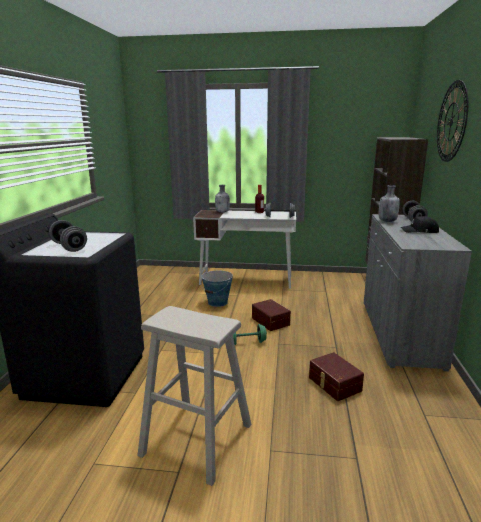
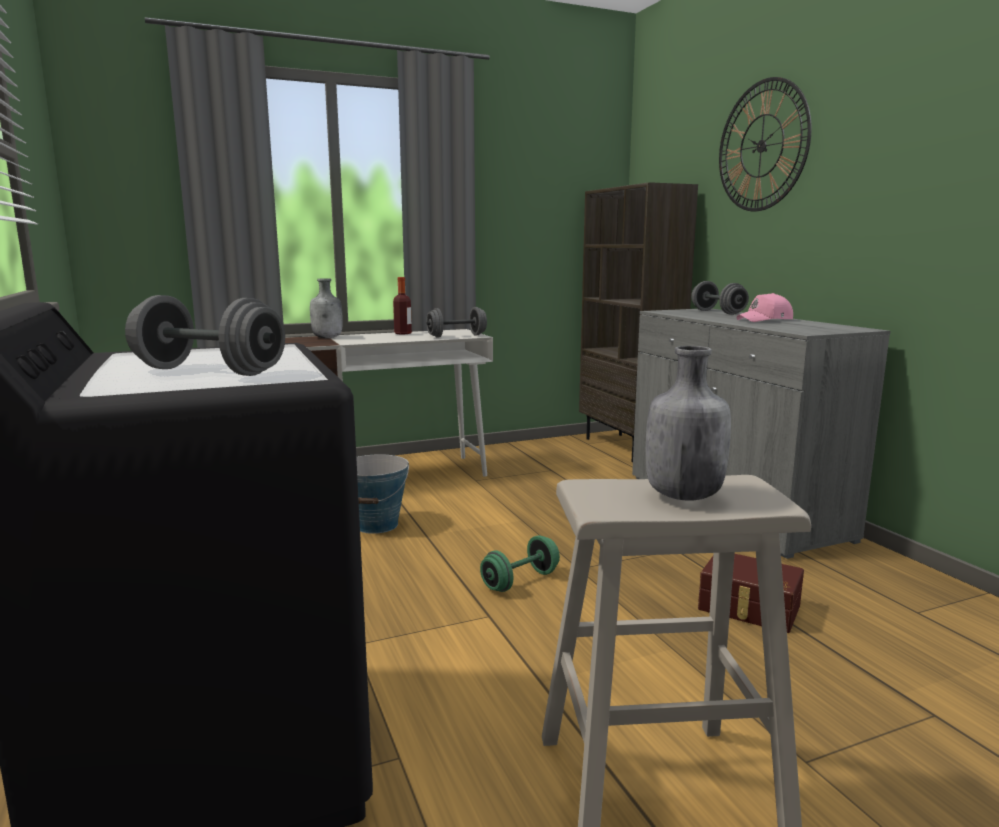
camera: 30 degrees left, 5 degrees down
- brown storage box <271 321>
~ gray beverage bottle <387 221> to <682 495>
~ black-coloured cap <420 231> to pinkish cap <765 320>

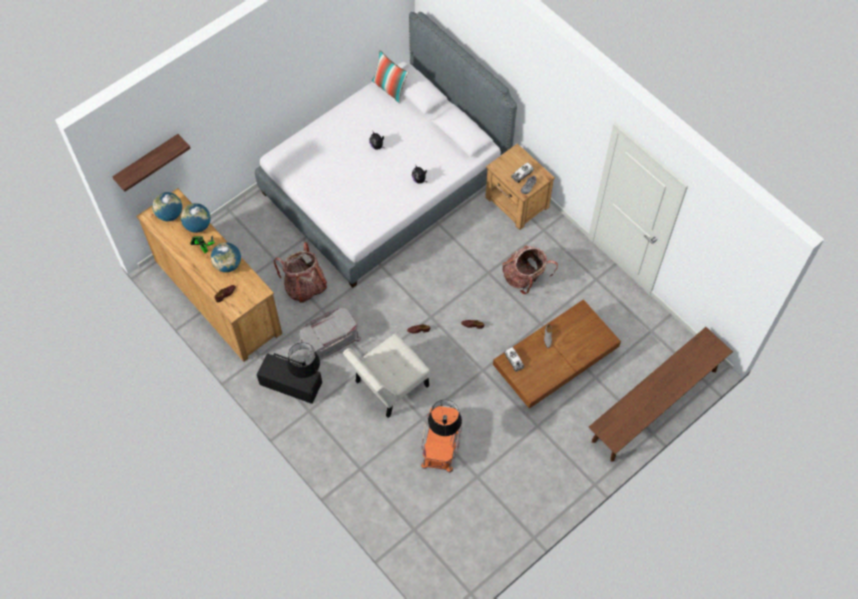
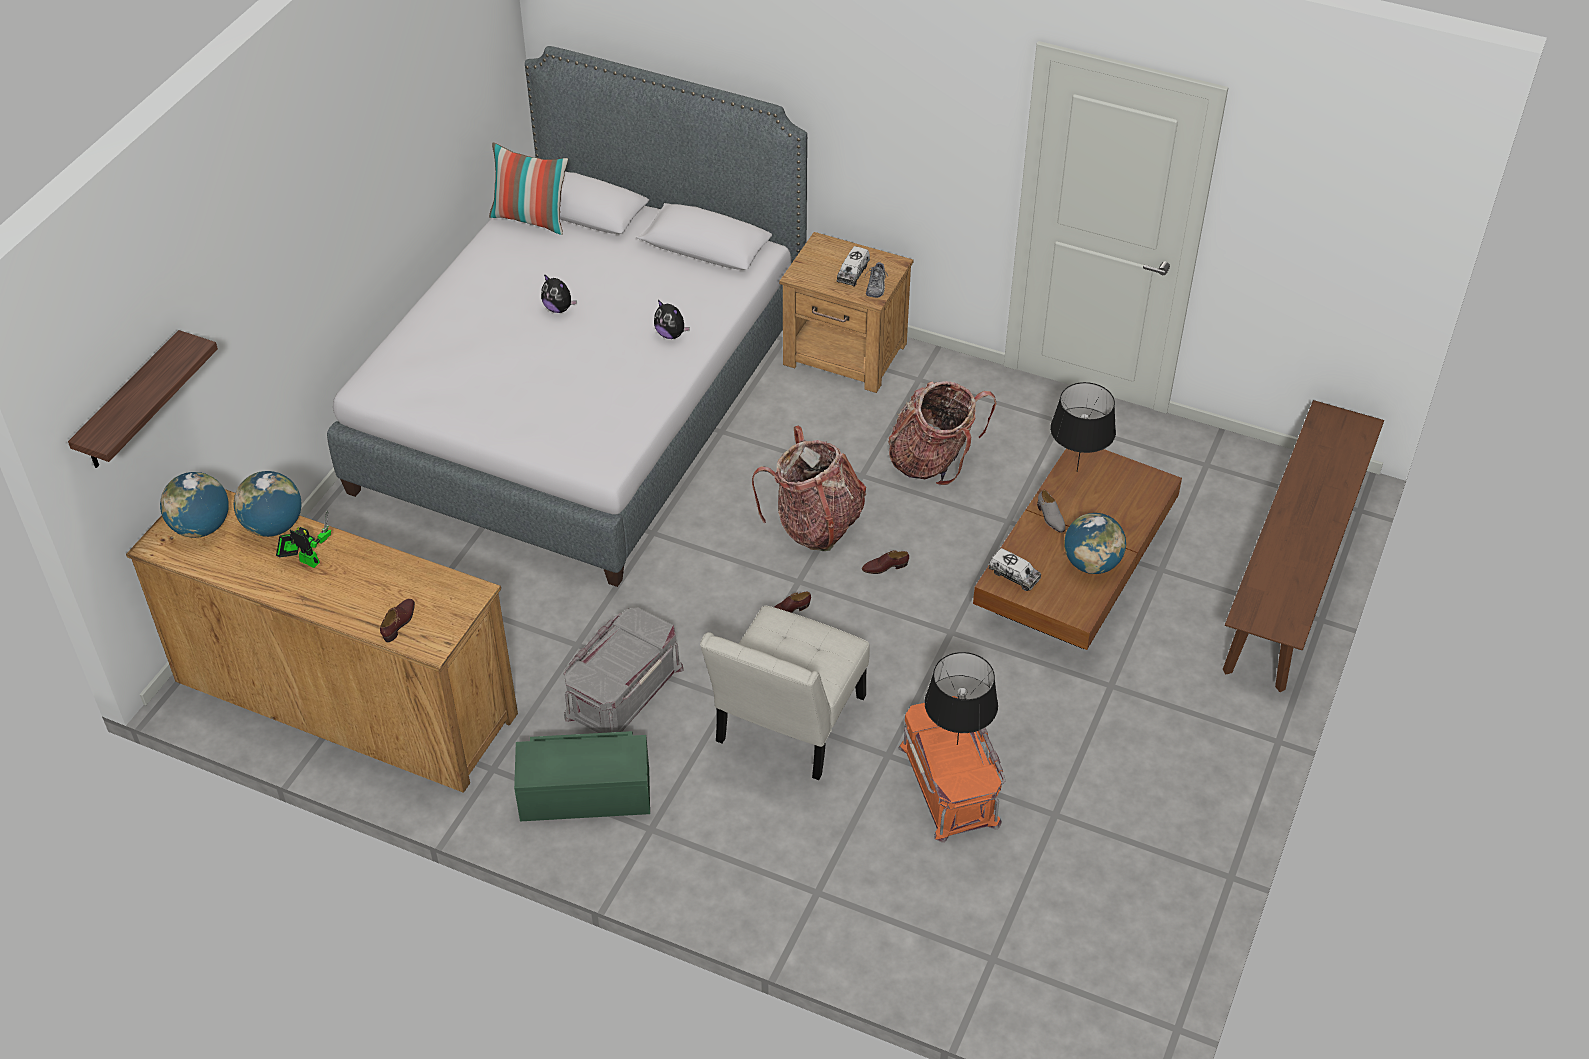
camera: 25 degrees left, 15 degrees down
~ globe <228 264> to <1091 564>
~ knapsack <305 286> to <815 524>
~ black-coloured lamp for a table <306 375> to <1076 471>
~ black-coloured storage box <291 383> to green-coloured storage box <585 793>

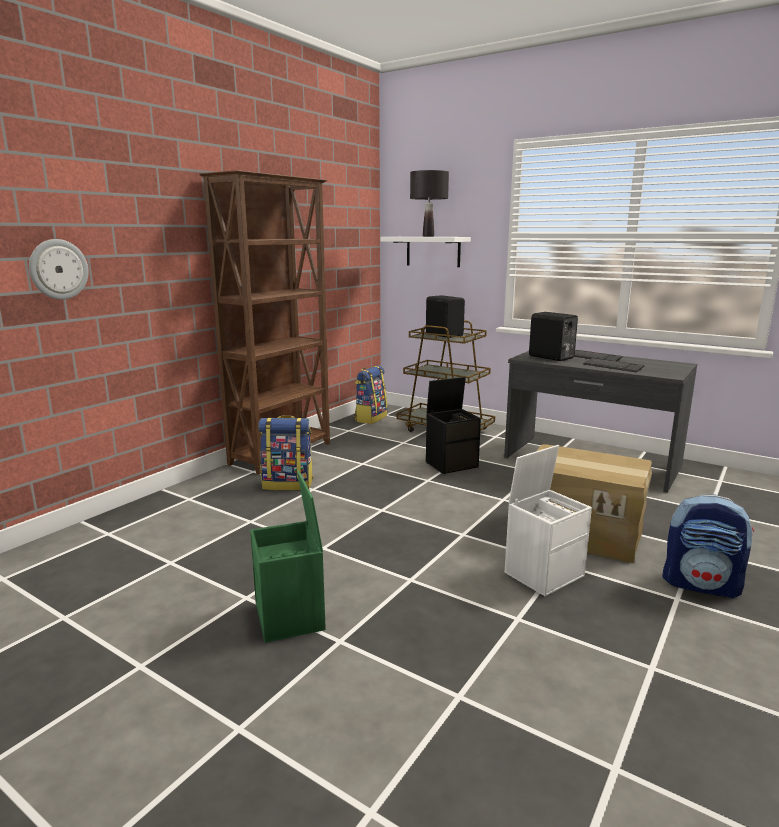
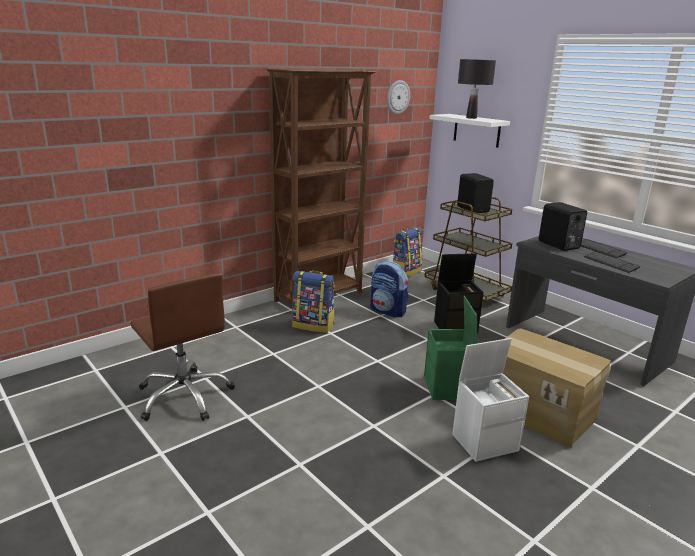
camera: 15 degrees right, 5 degrees up
+ brown computer chair <185 396>
~ clock on the wall <58 269> to <397 97>
~ green-coloured storage box <291 616> to <447 388>
~ knapsack <701 585> to <388 311>

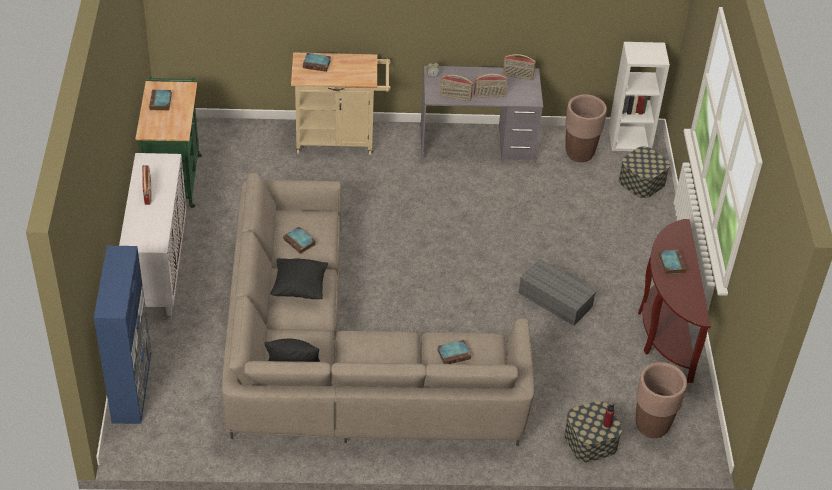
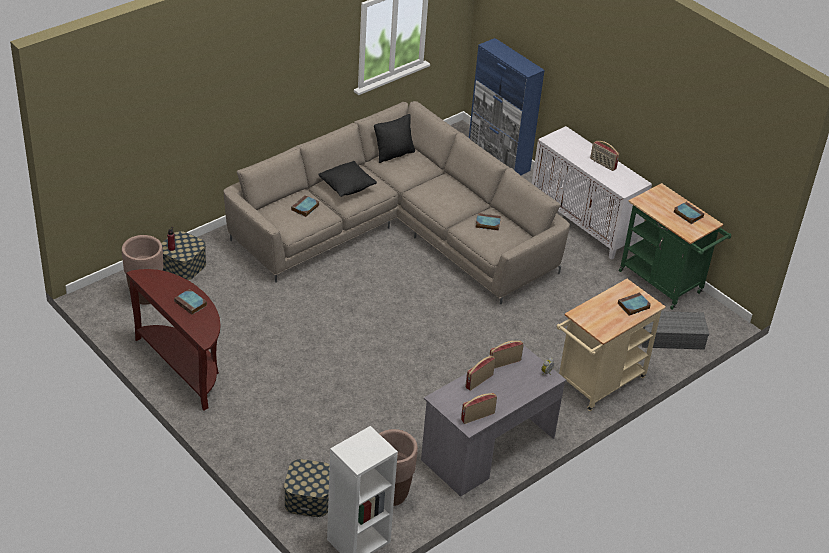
camera: 140 degrees right, 5 degrees down
~ black-coloured throw pillow <299 288> to <347 188>
~ gray storage box <554 299> to <671 337>

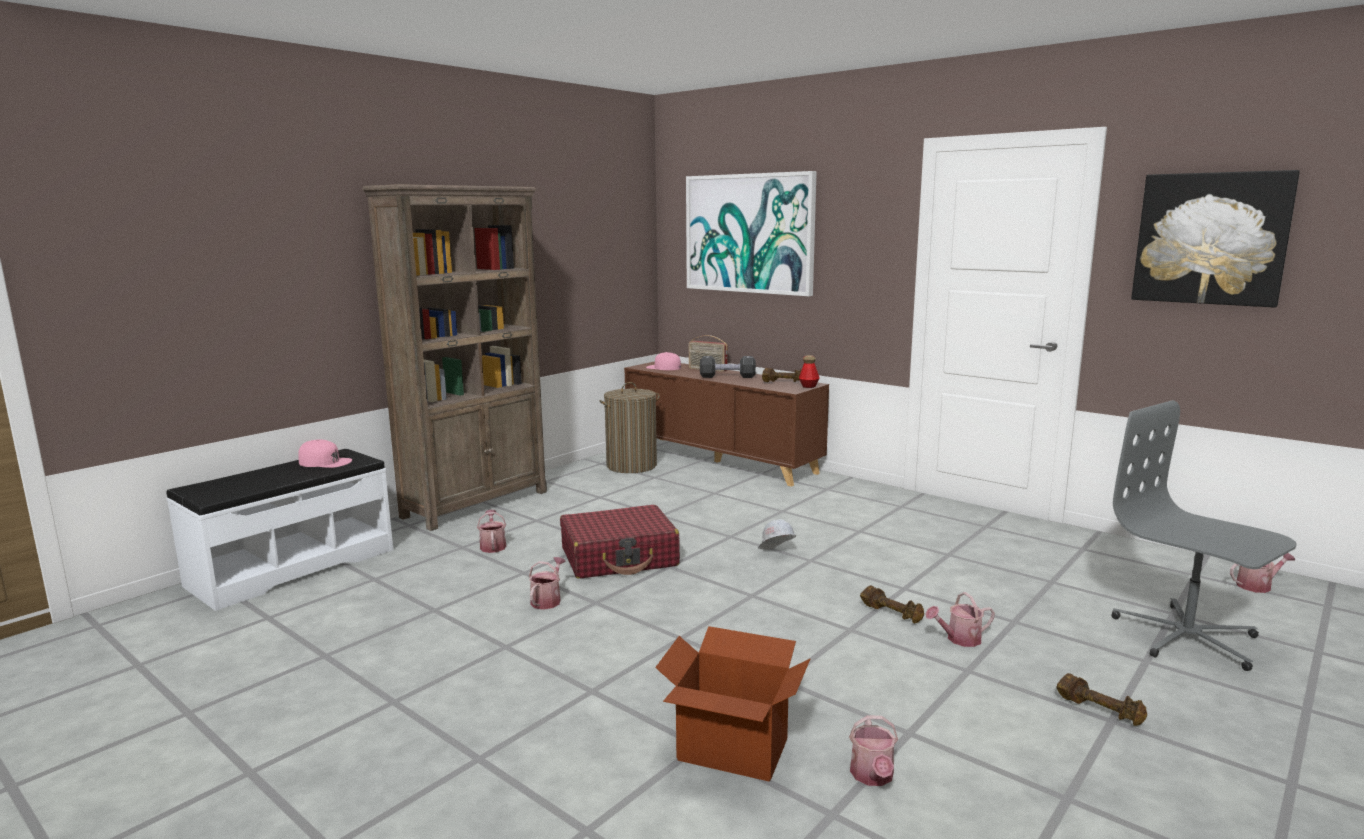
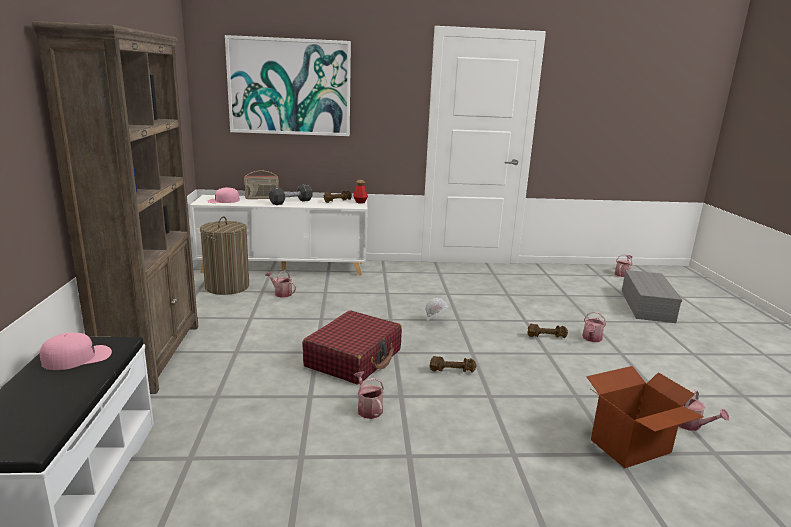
camera: 45 degrees left, 5 degrees up
- wall art <1211 238>
~ sprinkling can <493 546> to <281 293>
~ brown hand weight <1100 710> to <452 371>
~ gray computer chair <1186 637> to gray storage box <645 305>
~ brown cabinet <721 460> to white cabinet <285 267>

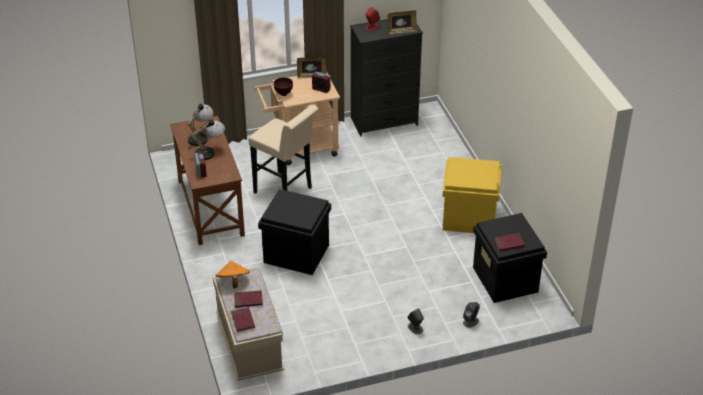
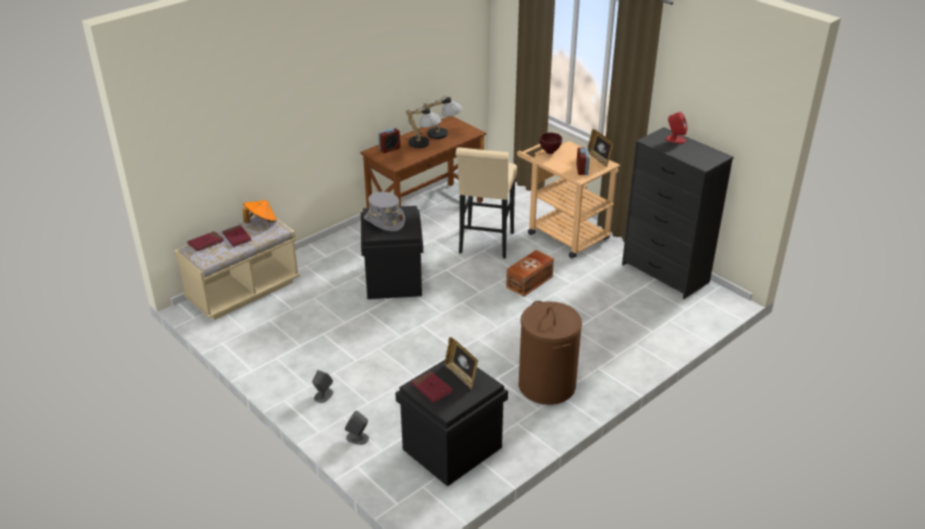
camera: 65 degrees right, 5 degrees down
+ gray clothing hat <384 221>
+ brown storage box <530 282>
~ picture frame <401 31> to <461 375>
~ yellow-coloured storage box <468 217> to brown hamper <546 385>

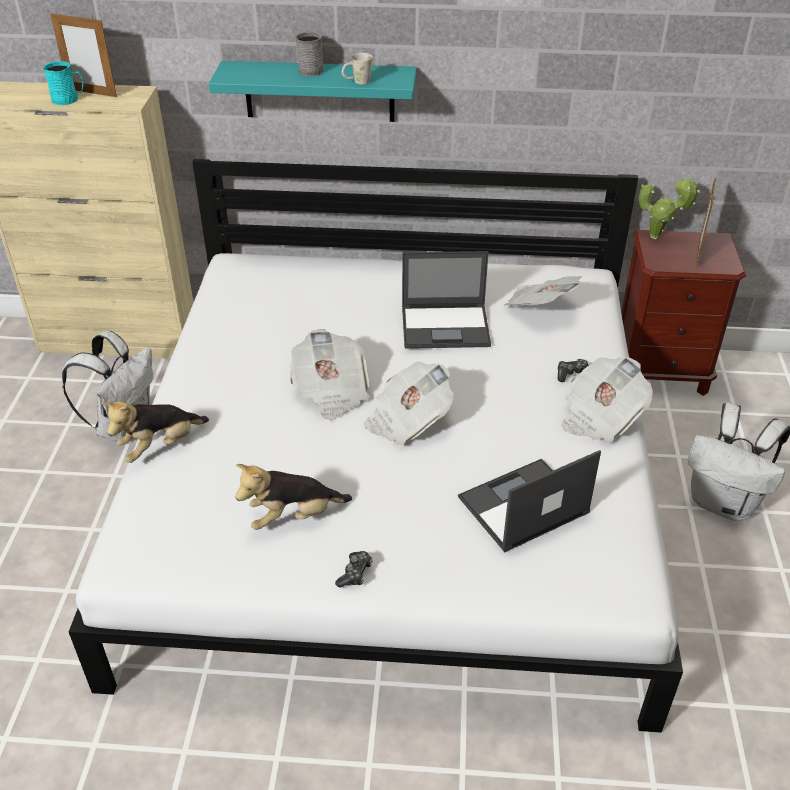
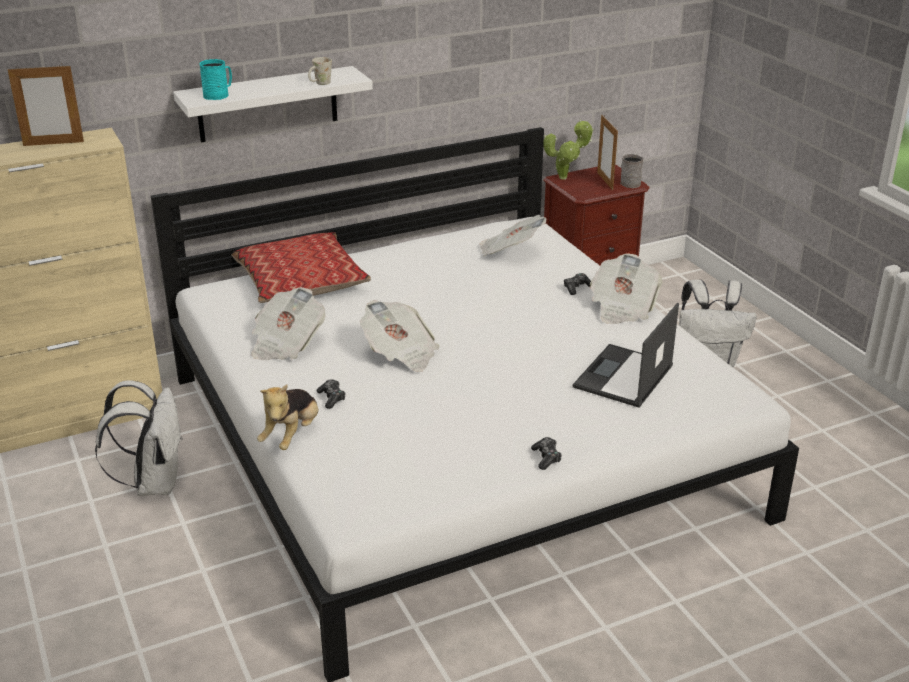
camera: 30 degrees left, 10 degrees down
- plush toy <293 517>
- laptop <446 326>
+ throw pillow <300 281>
+ game controller <332 398>
~ turquoise-coloured tea mug <69 99> to <219 95>
~ gray tea mug <311 69> to <628 182>
~ daily paper <407 420> to <286 344>
~ turquoise-coloured shelf <319 91> to white shelf <268 104>

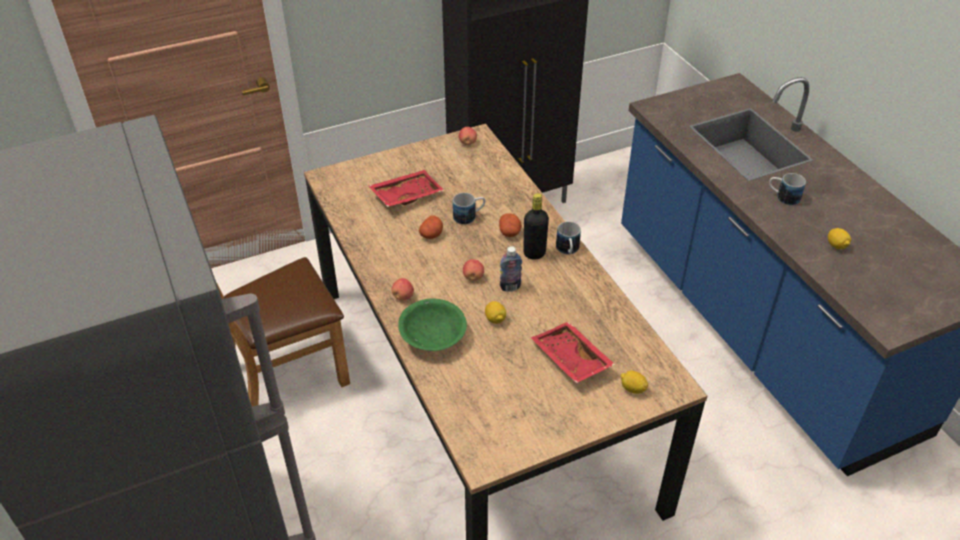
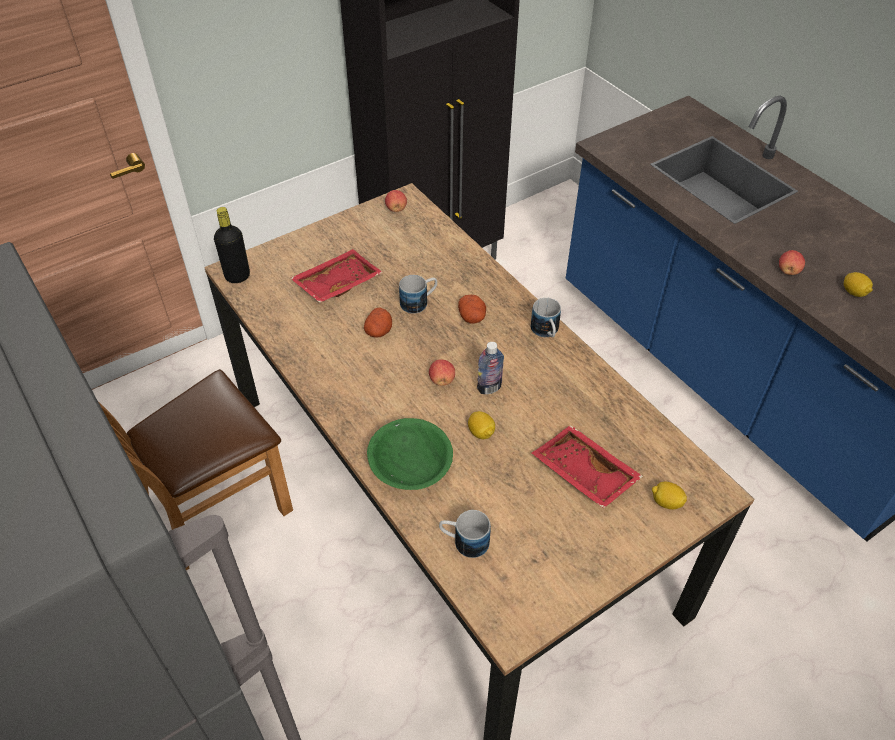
camera: 10 degrees left, 5 degrees up
~ apple <403 296> to <788 271>
~ black-coloured beverage bottle <534 253> to <237 276>
~ tea mug <783 197> to <464 541>

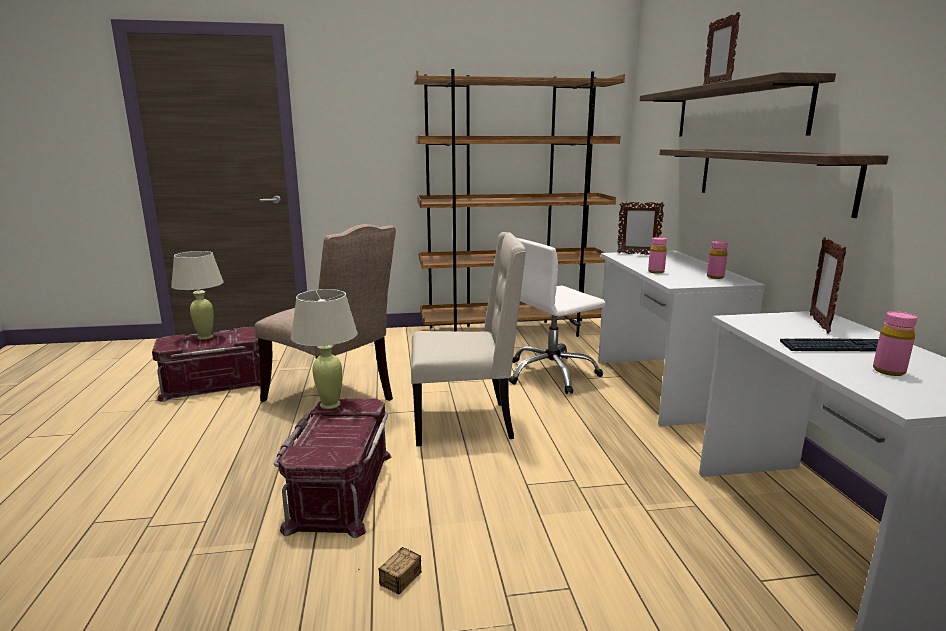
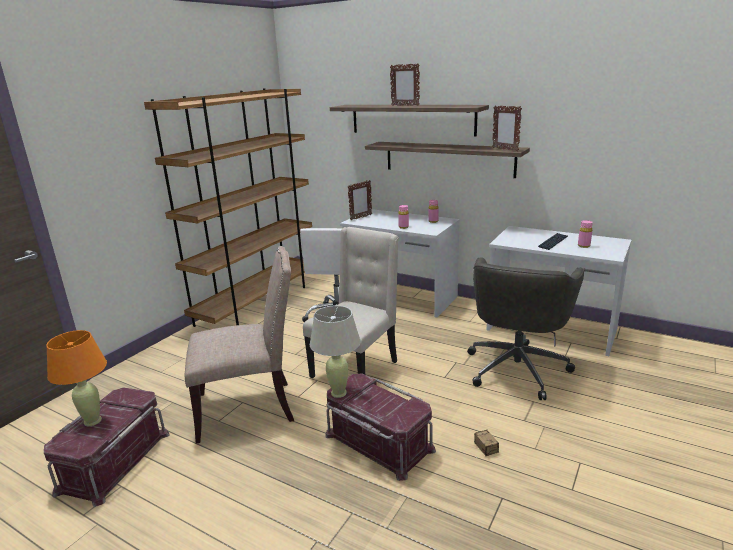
camera: 50 degrees left, 5 degrees up
+ gray computer chair <517 367>
~ picture frame <819 324> to <505 149>
~ beige-coloured lamp for a table <205 337> to orange lamp for a table <92 421>

